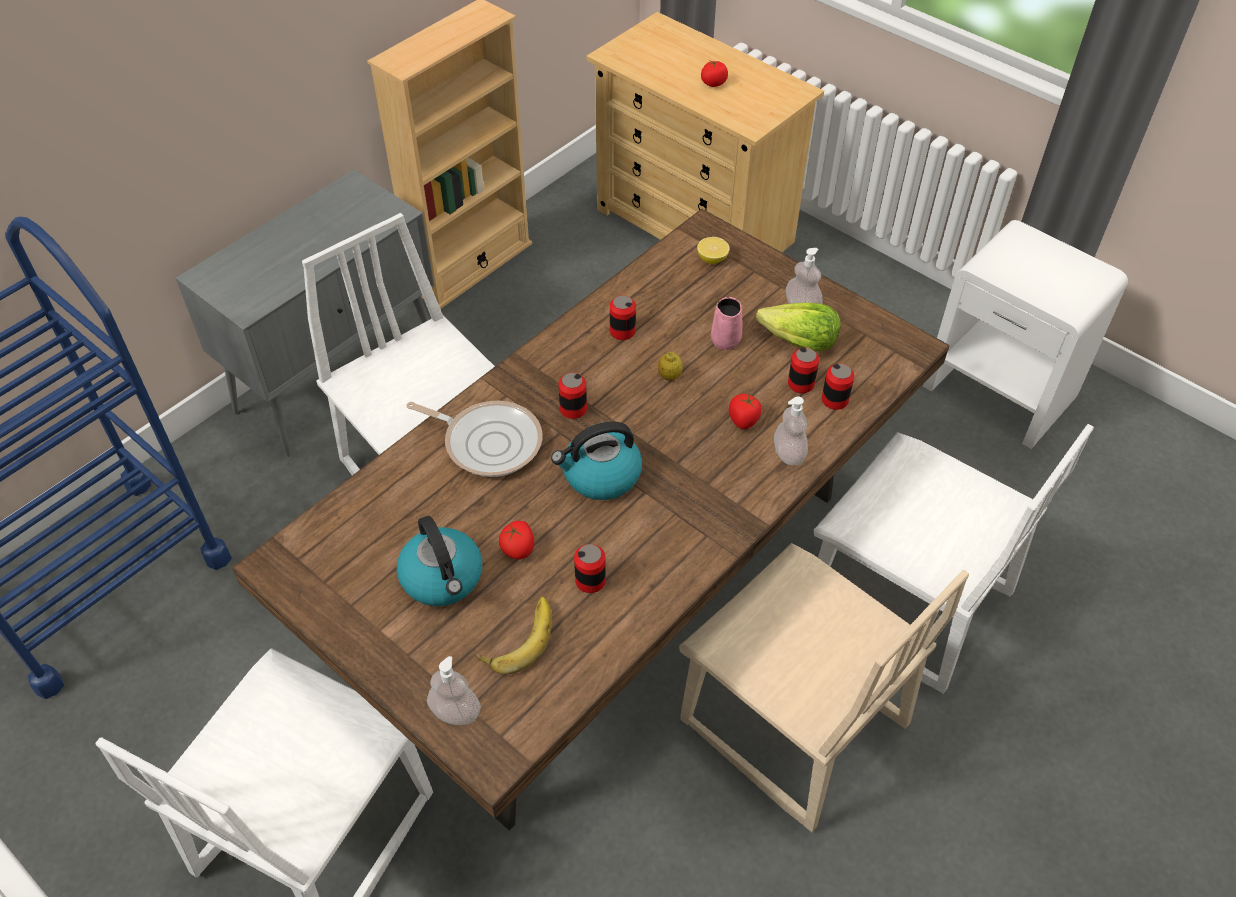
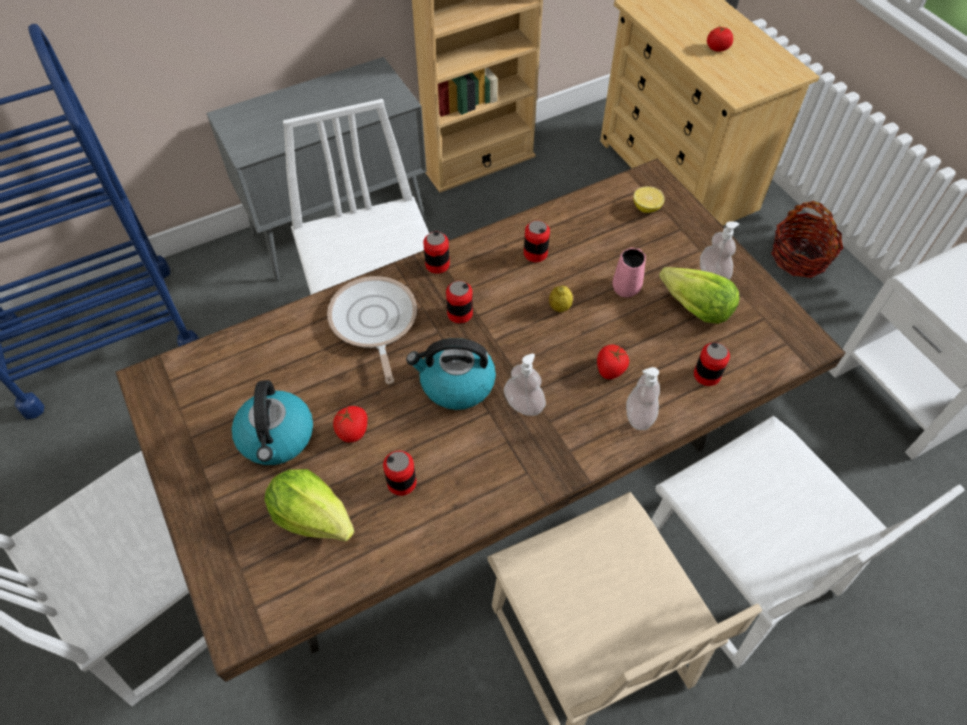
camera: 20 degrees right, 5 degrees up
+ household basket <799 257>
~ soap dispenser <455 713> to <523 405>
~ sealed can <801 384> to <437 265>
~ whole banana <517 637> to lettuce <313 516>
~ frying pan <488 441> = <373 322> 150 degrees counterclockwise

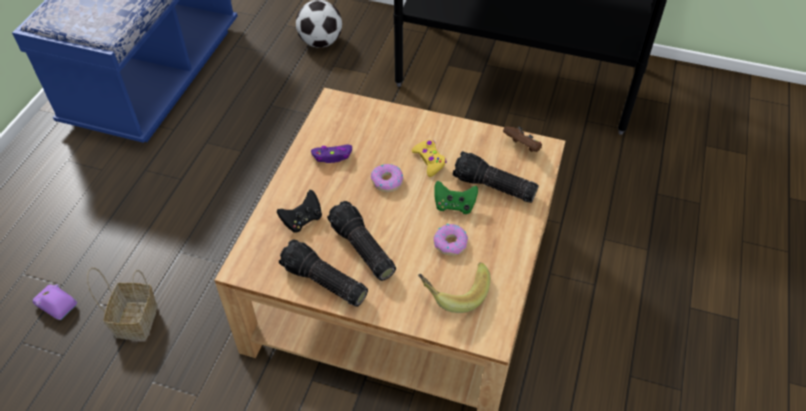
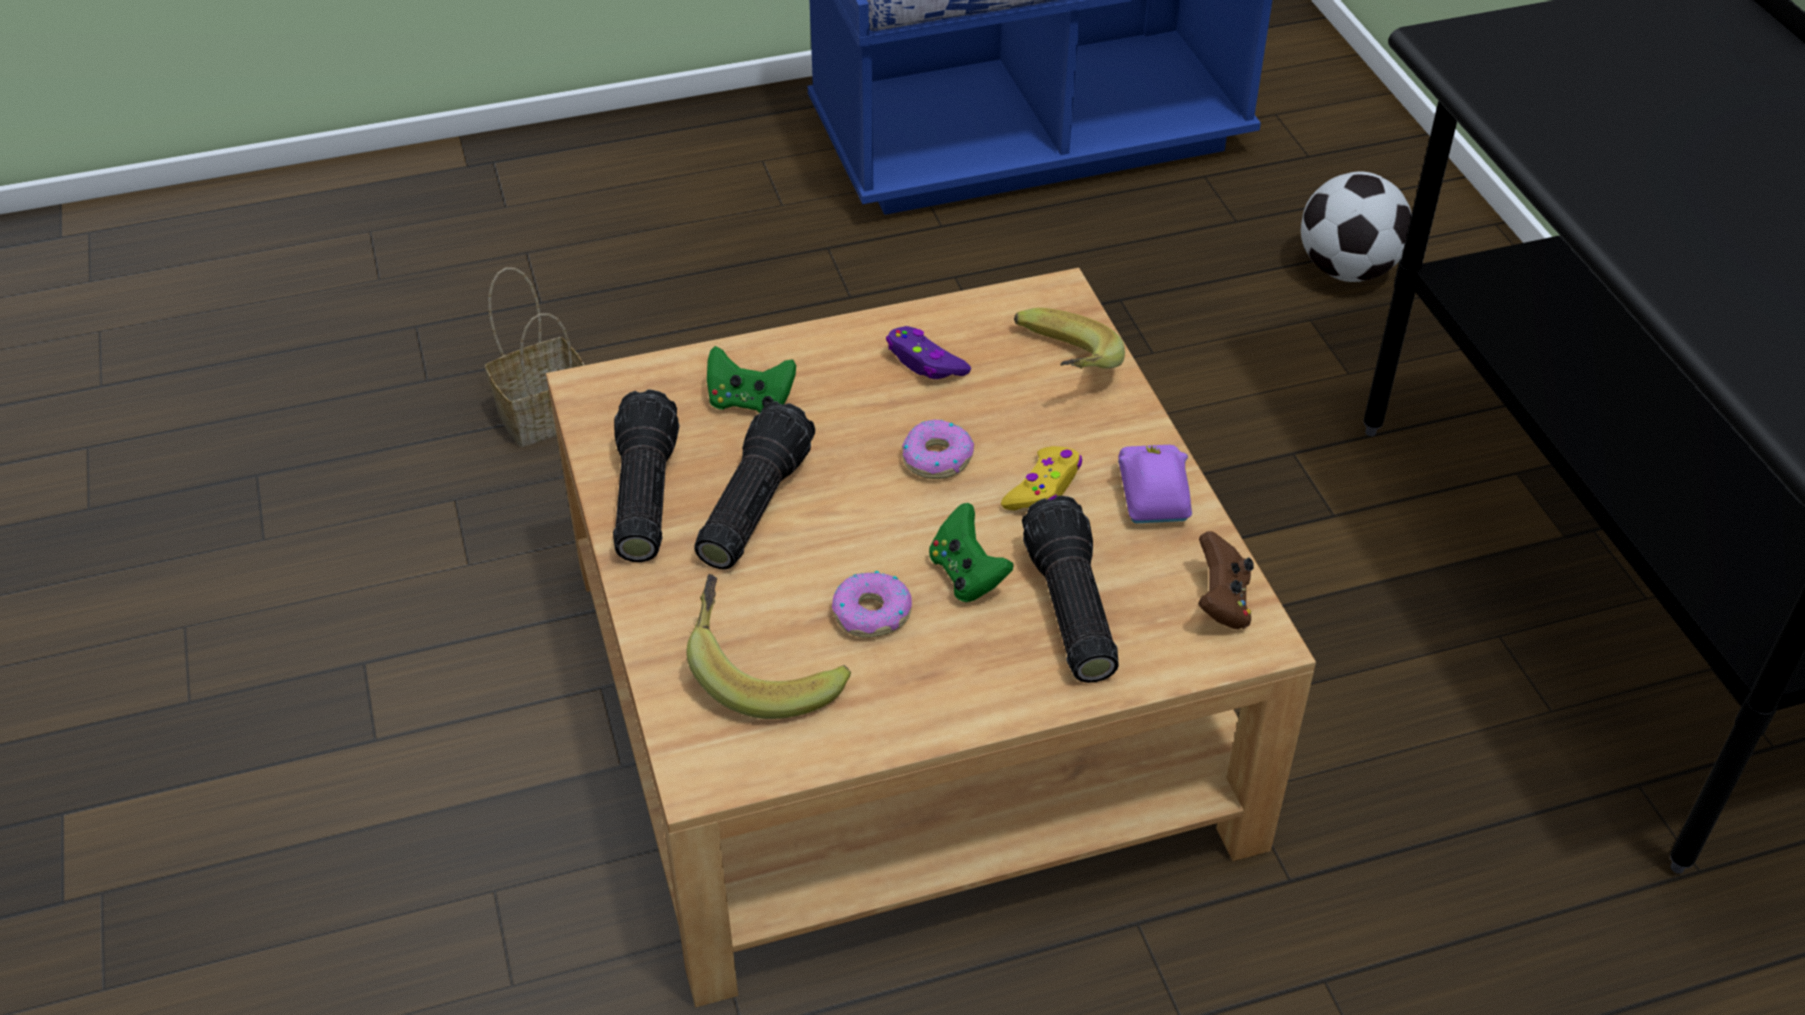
camera: 55 degrees right, 5 degrees down
+ whole banana <1058 369>
~ purple toy car <57 306> to <1151 496>
~ black-coloured game controller <302 220> to green-coloured game controller <750 402>

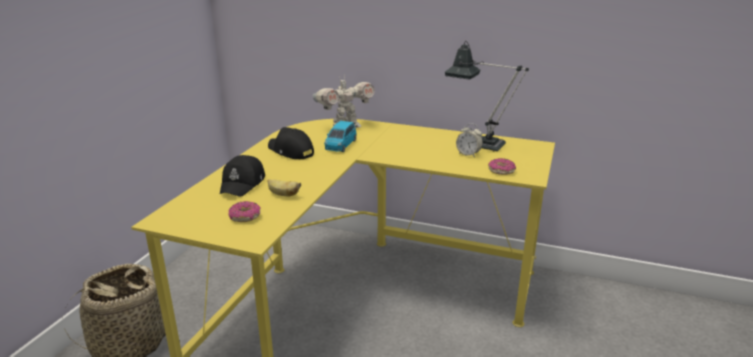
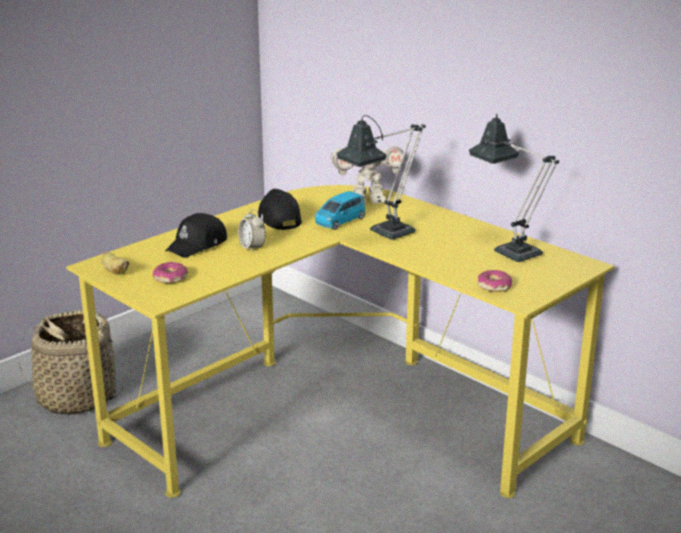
camera: 25 degrees right, 0 degrees up
+ lamp for a table <384 235>
~ whole banana <283 195> to <114 271>
~ bedside clock <468 154> to <252 247>

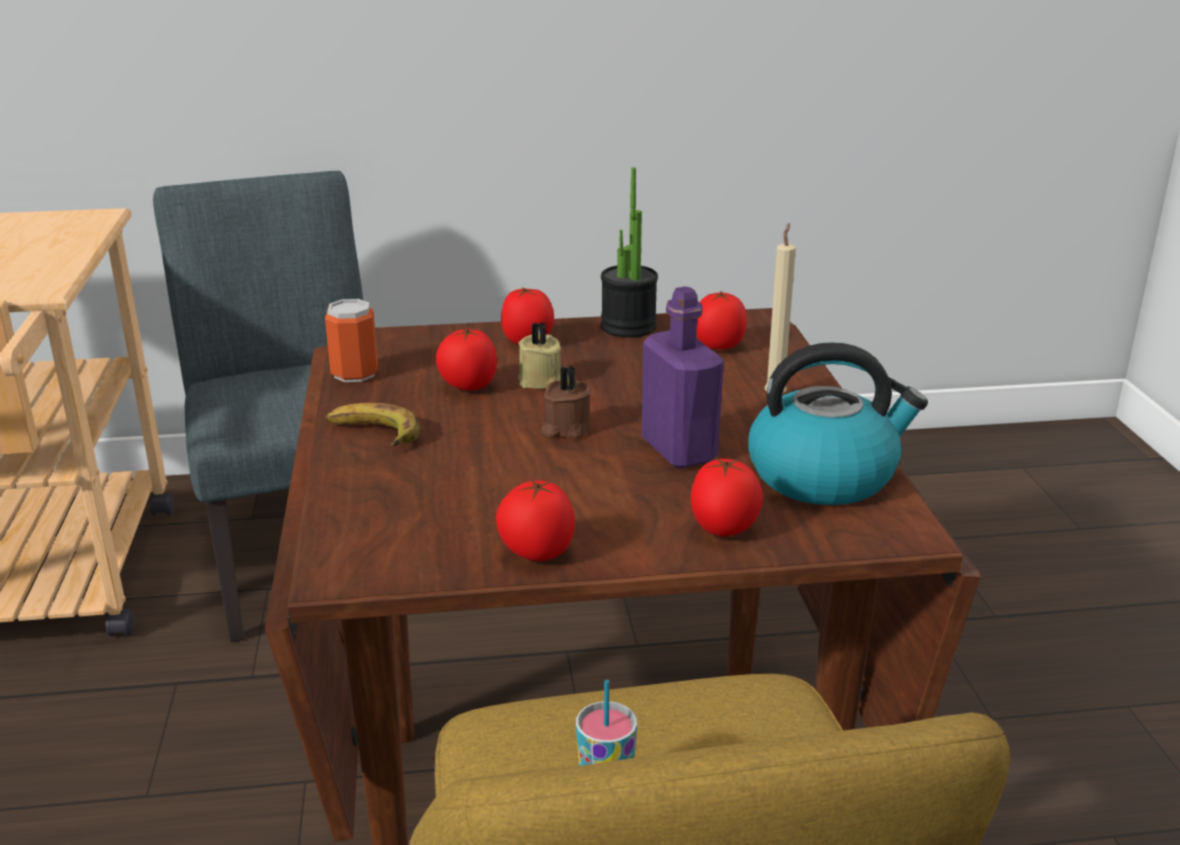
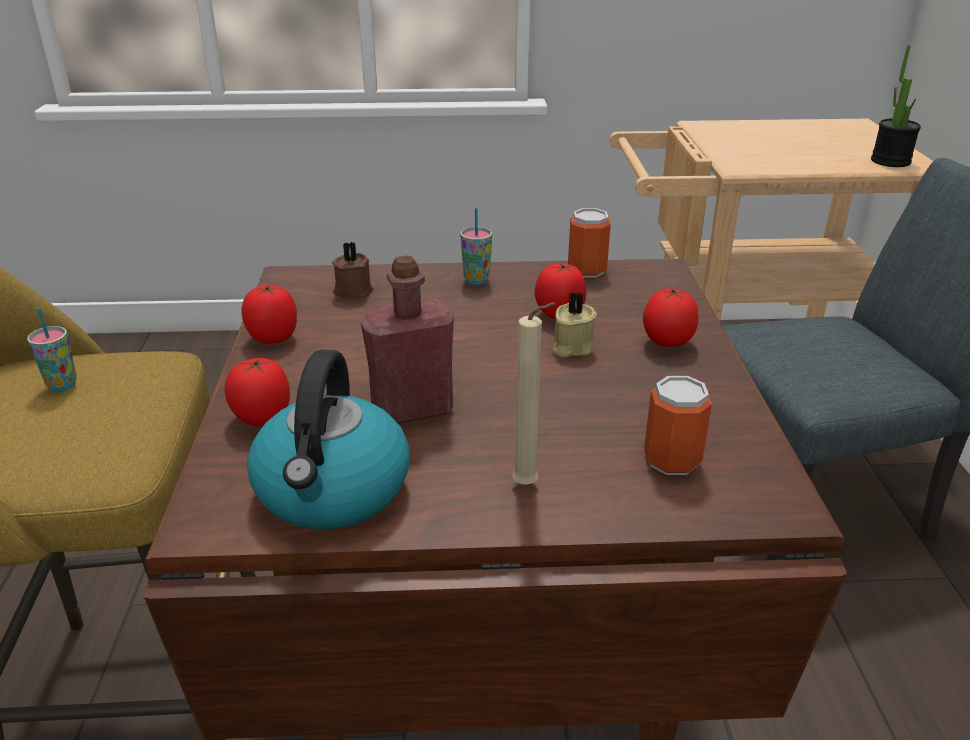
camera: 95 degrees right, 5 degrees up
~ brown wax light <565 429> to <353 291>
~ potted plant <628 327> to <890 161>
~ whole banana <373 433> to small cup <476 280>
~ fresh tomato <717 347> to sealed can <672 460>
~ purple beverage bottle <679 450> to red-coloured beverage bottle <412 409>

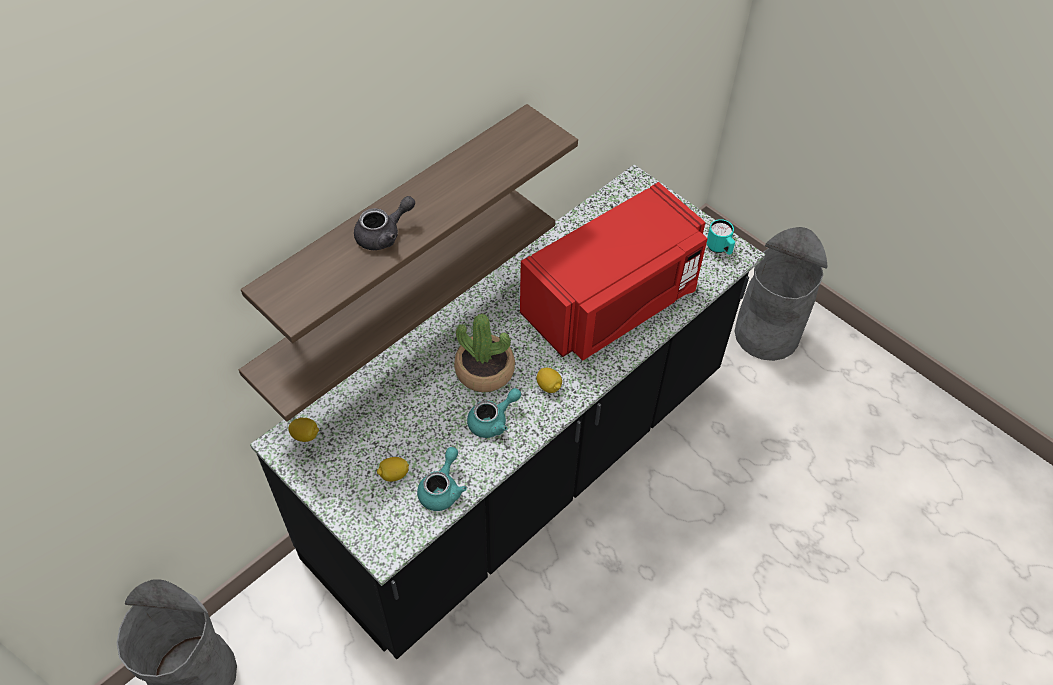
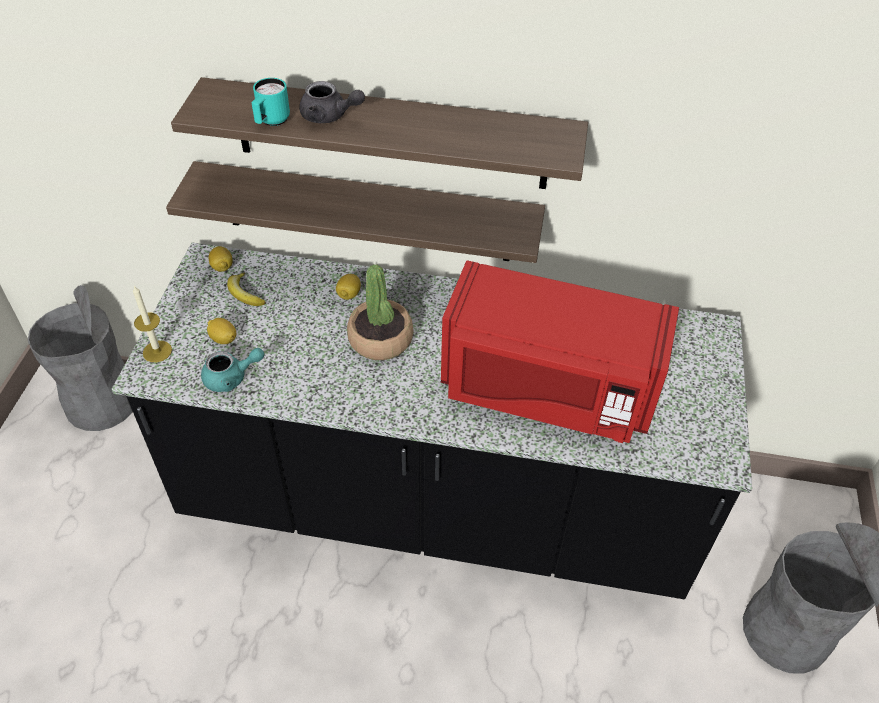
camera: 55 degrees right, 5 degrees down
- turquoise-coloured pot for tea <493 421>
+ wax light <157 351>
+ whole banana <244 294>
~ whole lemon <549 386> to <349 294>
~ turquoise-coloured tea mug <719 249> to <271 122>

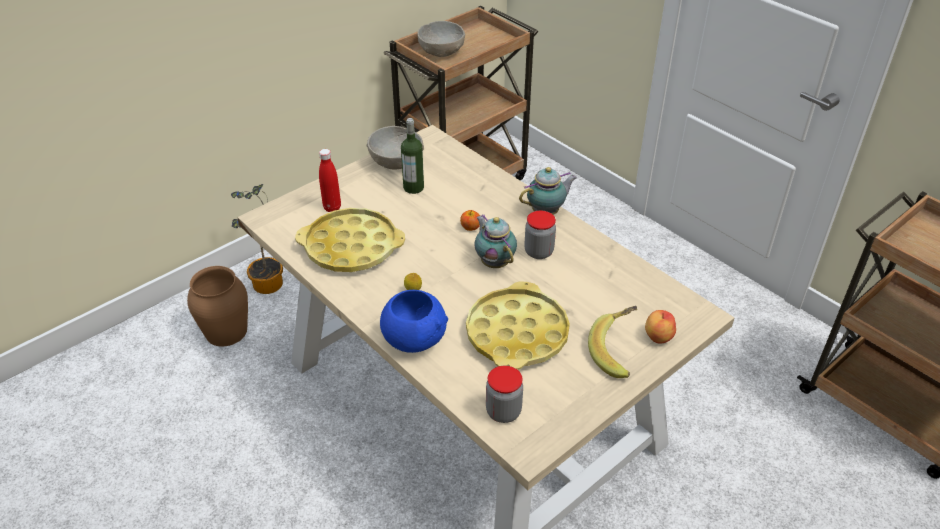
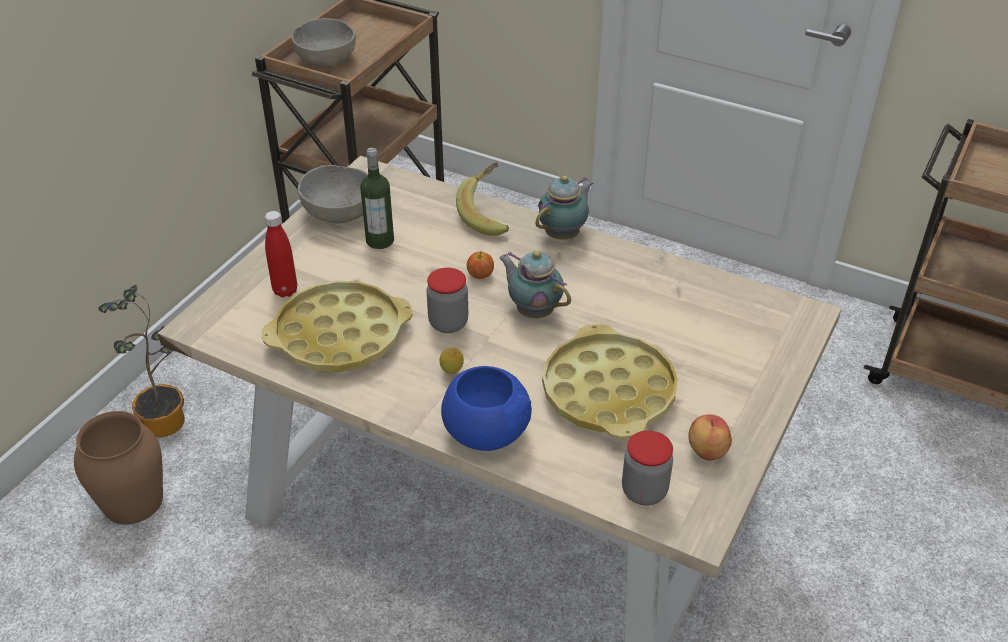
camera: 20 degrees left, 0 degrees up
~ preserve jar <538 252> to <448 323>
~ whole banana <618 352> to <490 214>
~ apple <657 336> to <706 451>

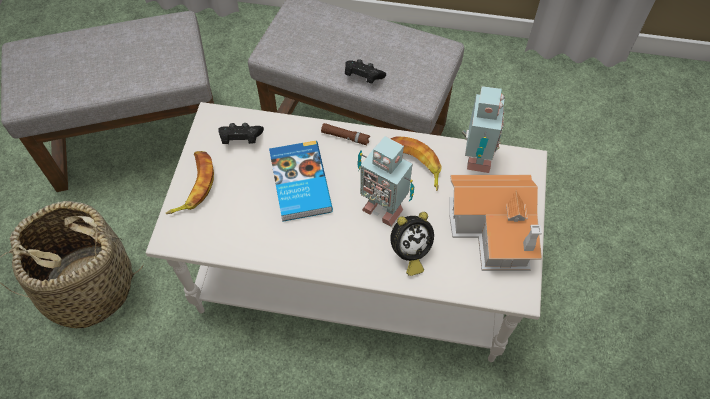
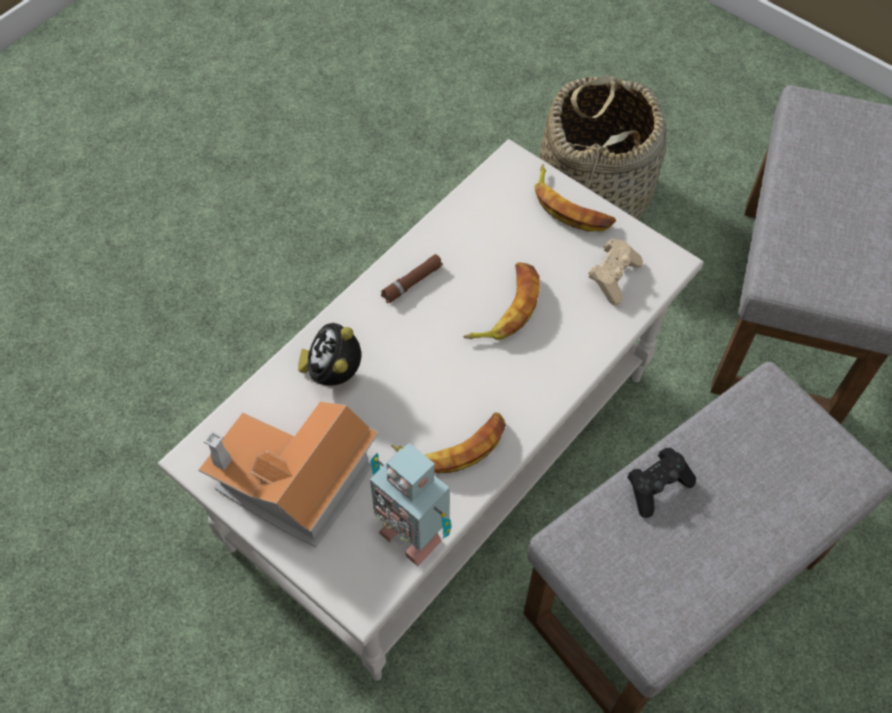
camera: 120 degrees right, 0 degrees up
- robot figure <383 207>
~ brown flashlight <345 137> to <412 282>
~ volume <299 184> to whole banana <506 308>
~ black-coloured game controller <240 139> to beige-coloured game controller <613 277>

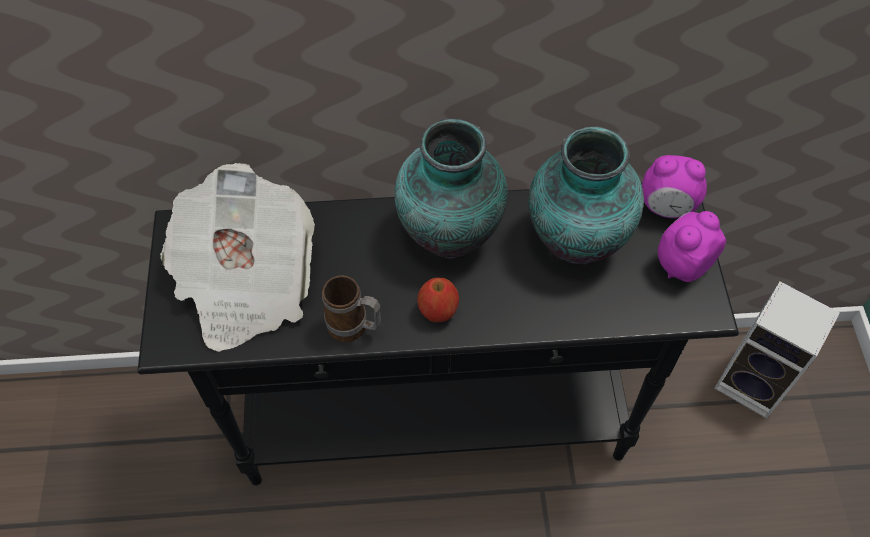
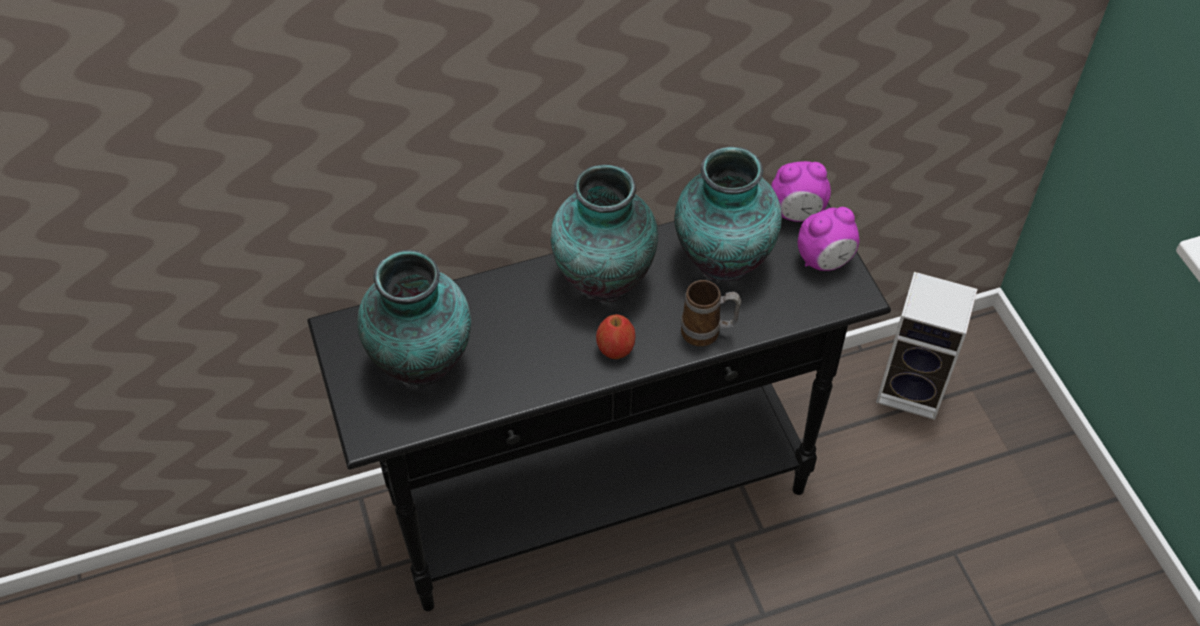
camera: 15 degrees left, 5 degrees down
~ tea mug <355 328> to <708 333>
~ daily paper <245 282> to decorative vase <423 363>
~ bedside clock <681 264> = <825 260> 150 degrees counterclockwise

